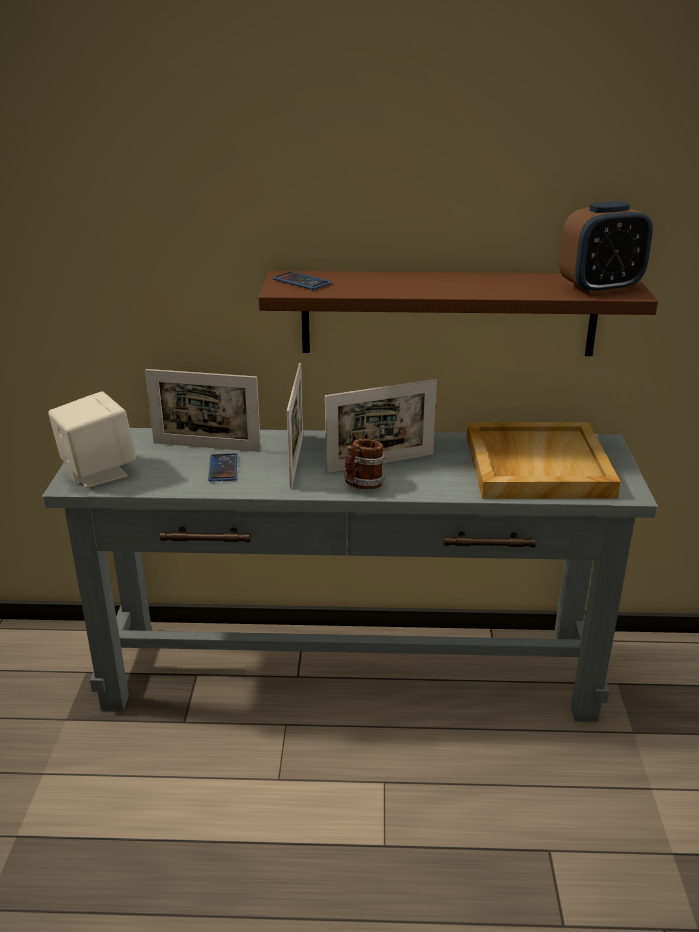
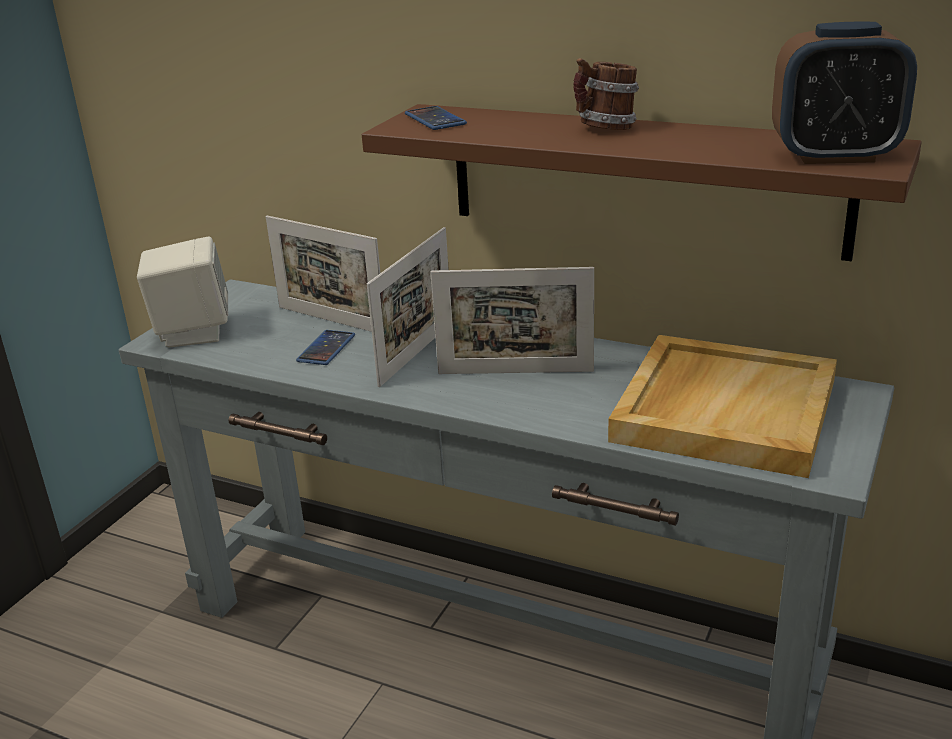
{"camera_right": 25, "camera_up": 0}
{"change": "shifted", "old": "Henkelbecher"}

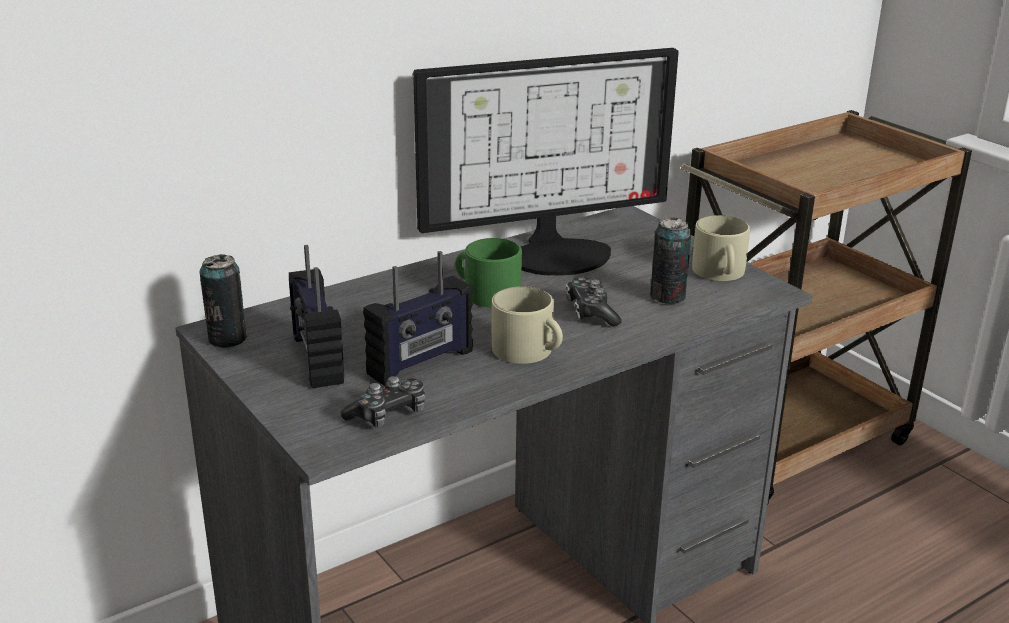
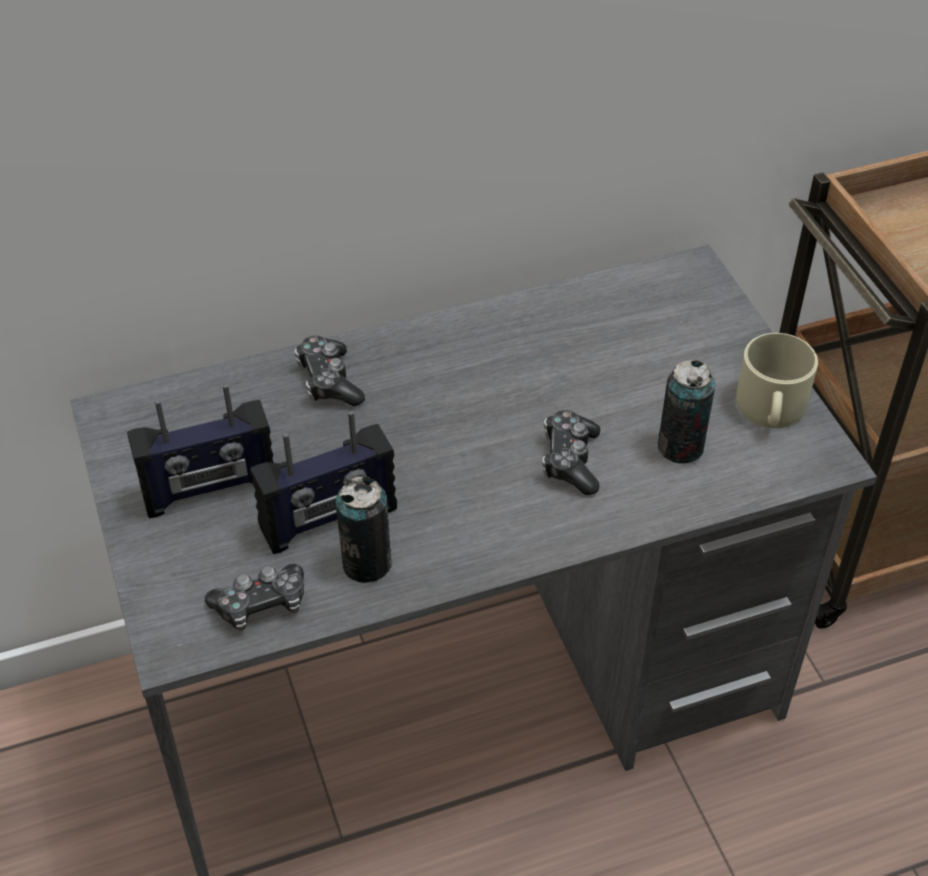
{"camera_right": 15, "camera_up": 20}
{"change": "rotated", "old": "Radio (no. 1 from left)", "degrees": -105}
{"change": "new", "new": "Gamepad (no. 2 from left)"}
{"change": "shifted", "old": "Dose (no. 1 from left)"}
{"change": "gone", "old": "Monitor"}
{"change": "gone", "old": "Henkelbecher (grün)"}
{"change": "gone", "old": "Henkelbecher (beige) (no. 1 from left)"}

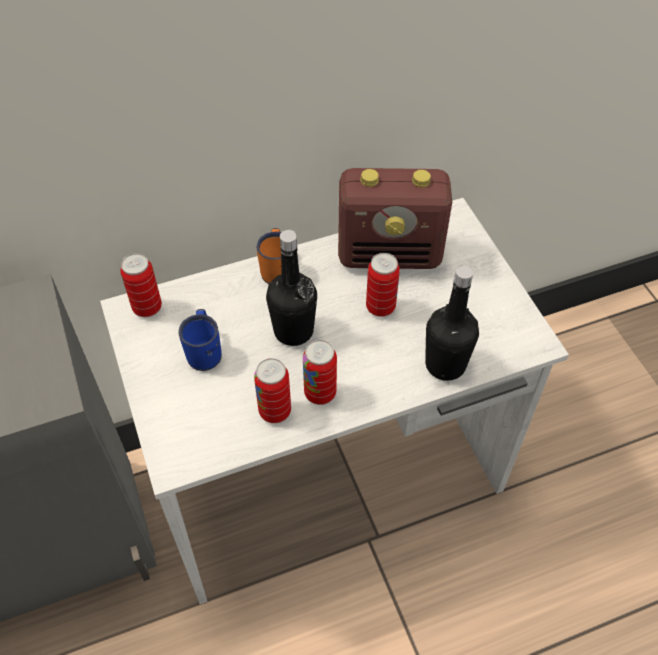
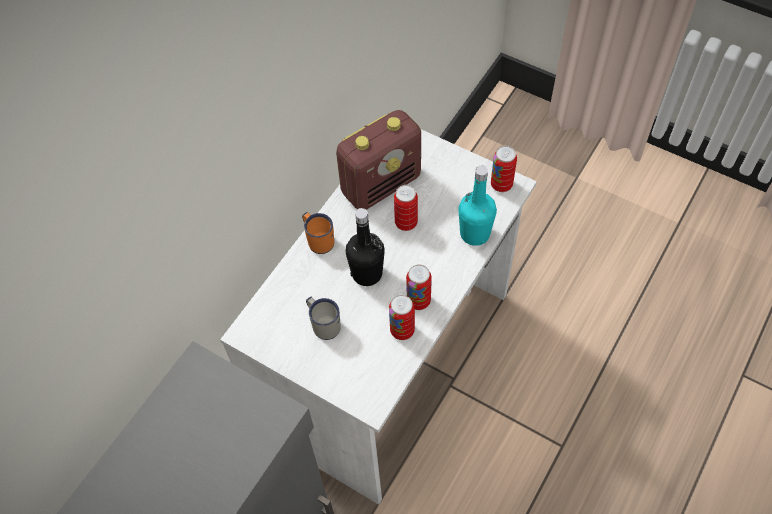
{"camera_right": -35, "camera_up": 5}
{"change": "repainted", "old": "Henkelbecher (blau)", "new": "Henkelbecher (weiß)"}
{"change": "repainted", "old": "Flasche (schwarz) (no. 2 from left)", "new": "Flasche (türkis)"}
{"change": "shifted", "old": "Dose (no. 1 from left in the first image)", "new": "Dose (no. 4 from left)"}

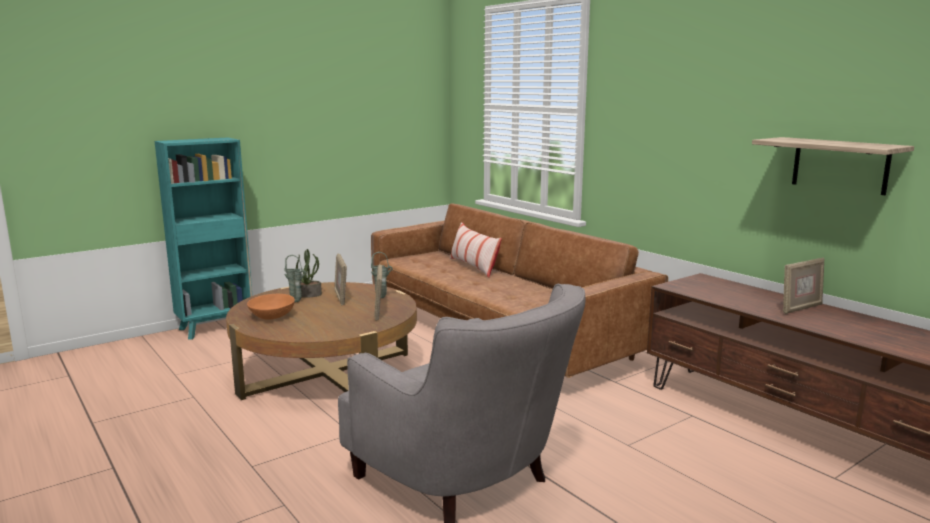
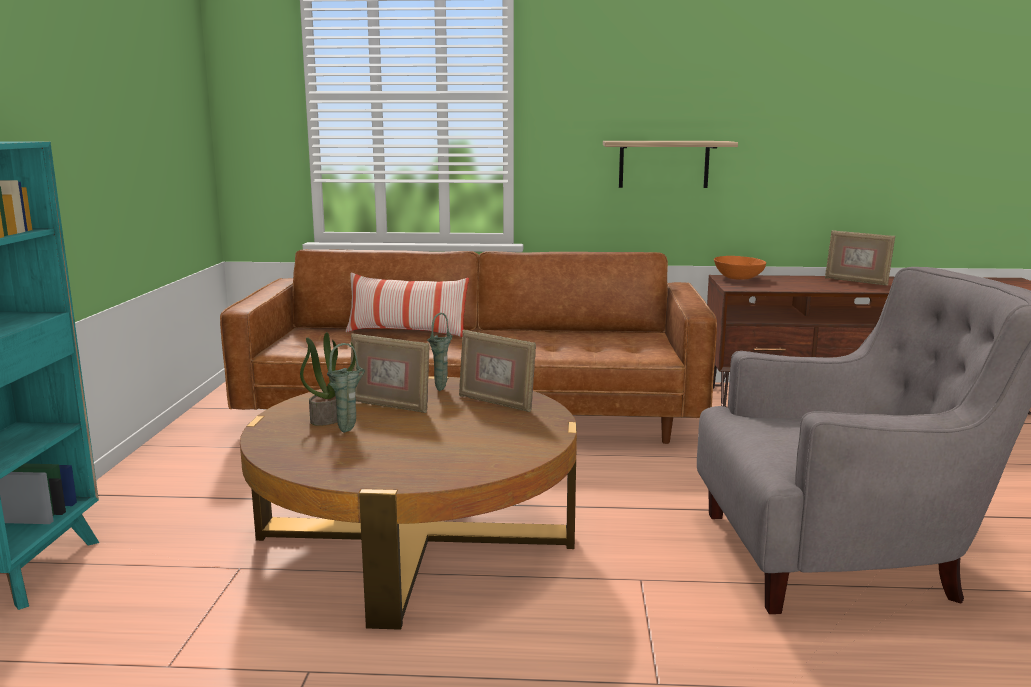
{"camera_right": -50, "camera_up": 0}
{"change": "shifted", "old": "Wandregal"}
{"change": "shifted", "old": "Schüssel (orange)"}
{"change": "rotated", "old": "Bilderrahmen (no. 3 from left)", "degrees": 120}

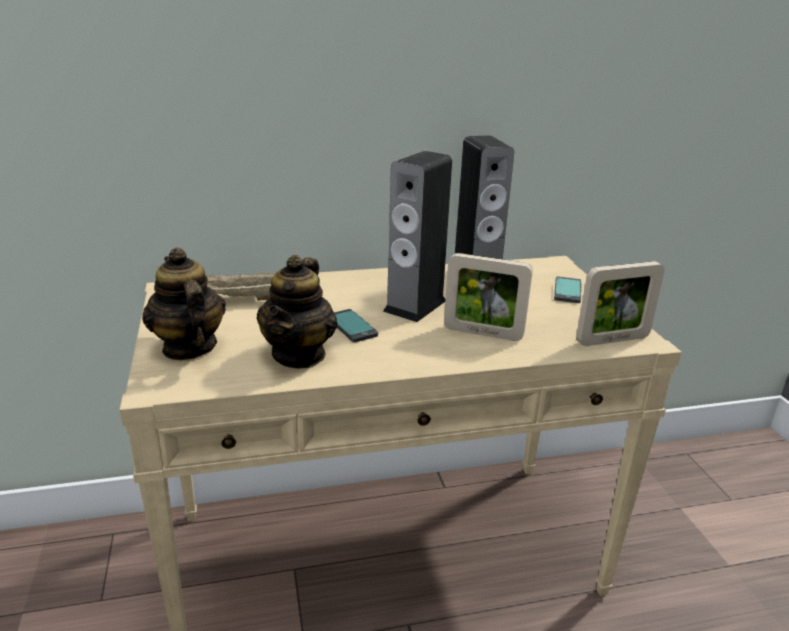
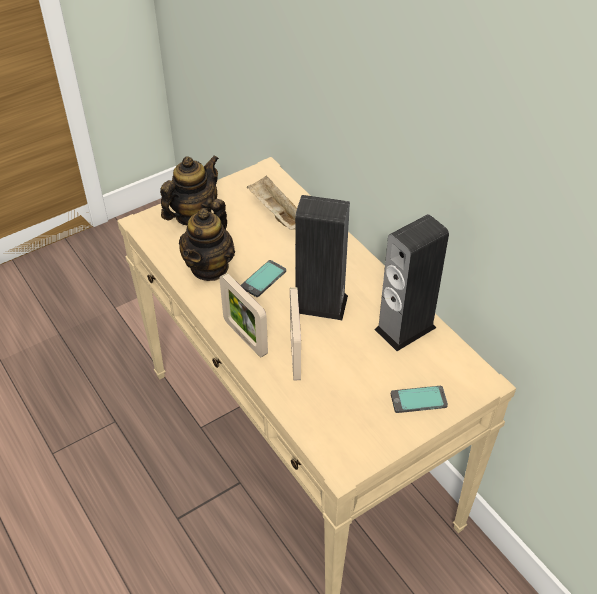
{"camera_right": 70, "camera_up": 20}
{"change": "rotated", "old": "Teekanne (no. 2 from left)", "degrees": -60}
{"change": "shifted", "old": "Bilderrahmen (no. 2 from left in the first image)", "new": "Bilderrahmen (no. 1 from left)"}

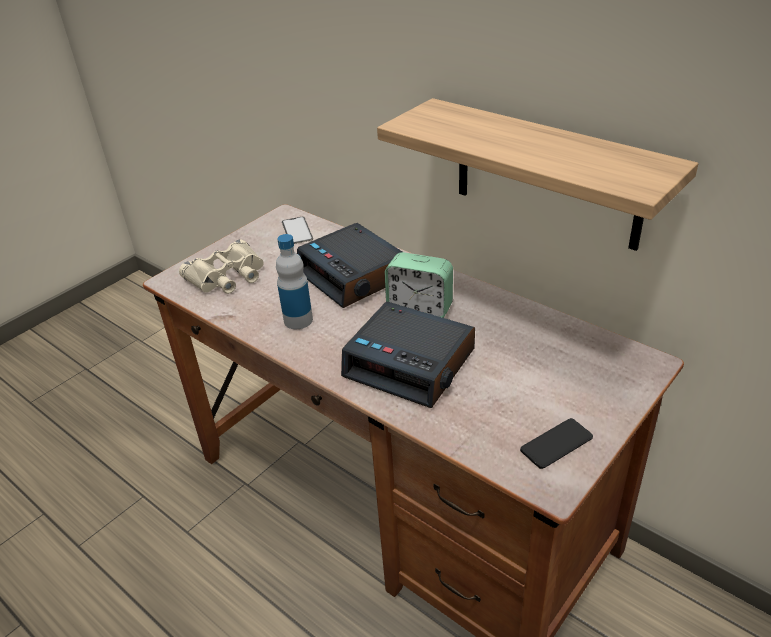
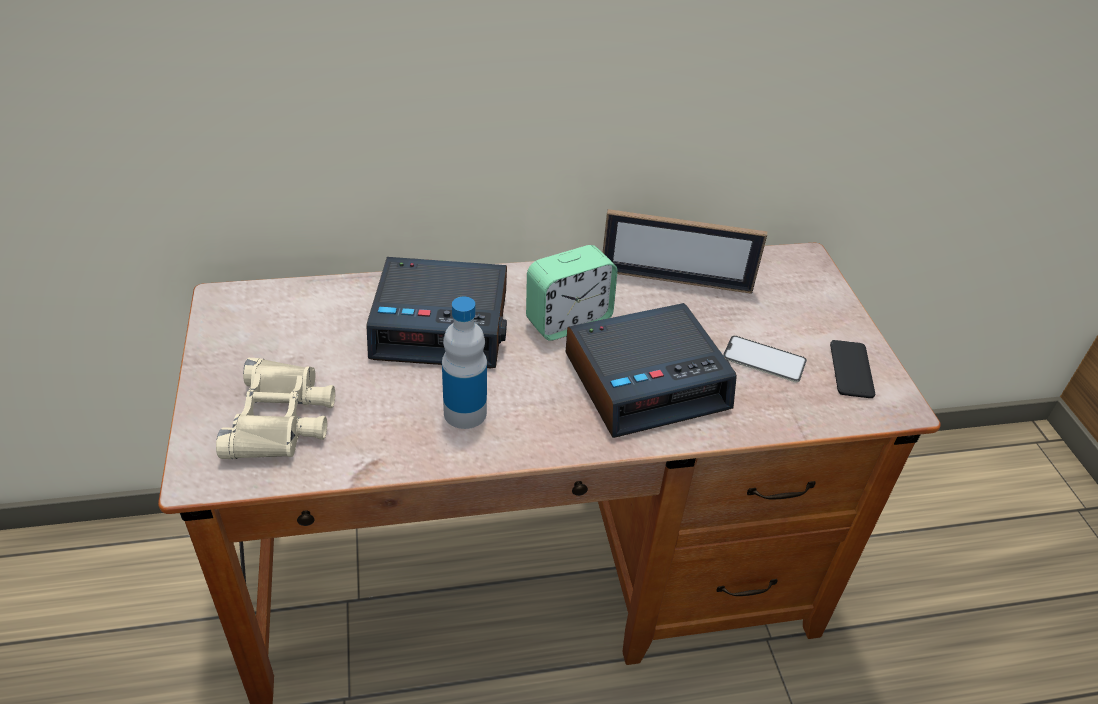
{"camera_right": -55, "camera_up": 5}
{"change": "new", "new": "Bilderrahmen"}
{"change": "shifted", "old": "Handy (no. 1 from left)"}
{"change": "gone", "old": "Wandregal"}

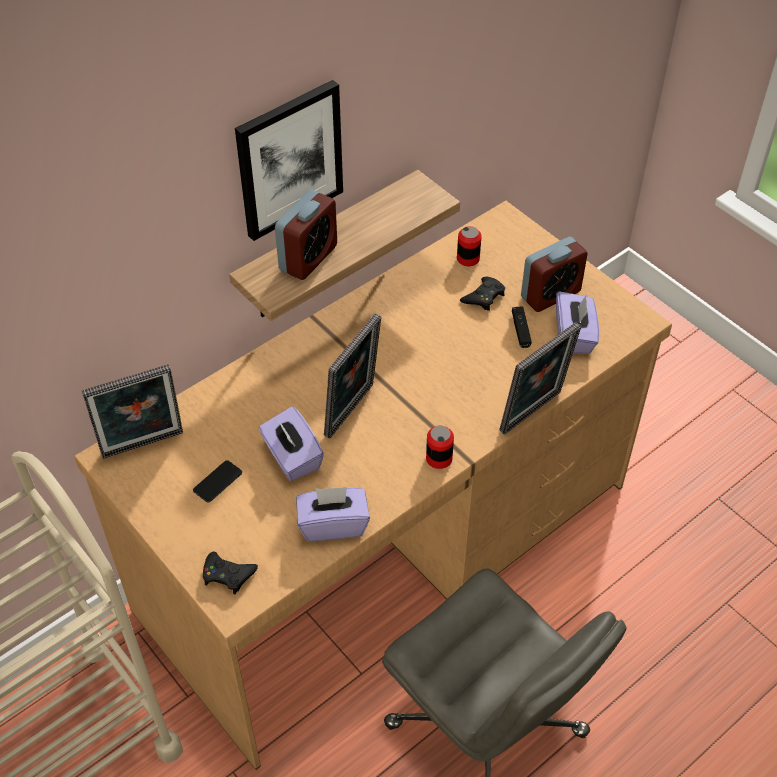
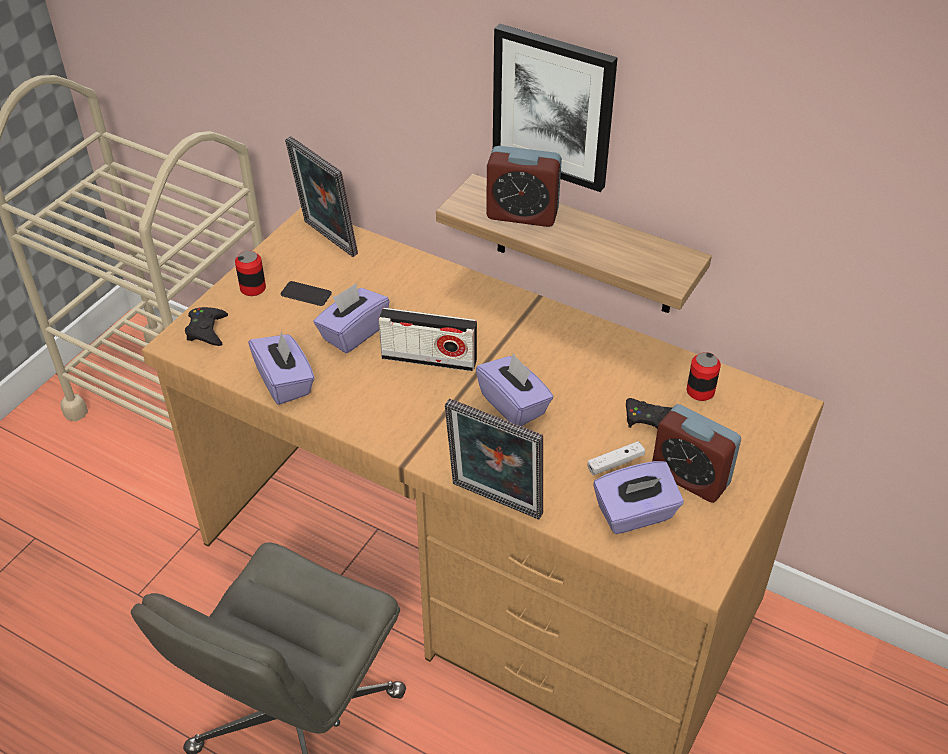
{"camera_right": 70, "camera_up": -5}
{"change": "shifted", "old": "Dose (no. 1 from left)"}
{"change": "swapped", "old": "Bilderrahmen (no. 2 from left)", "new": "Radio"}
{"change": "new", "new": "Taschentuchbox (lila) (no. 3 from left)"}
{"change": "repainted", "old": "Gamepad (schwarz) (no. 3 from left)", "new": "Gamepad (weiß)"}

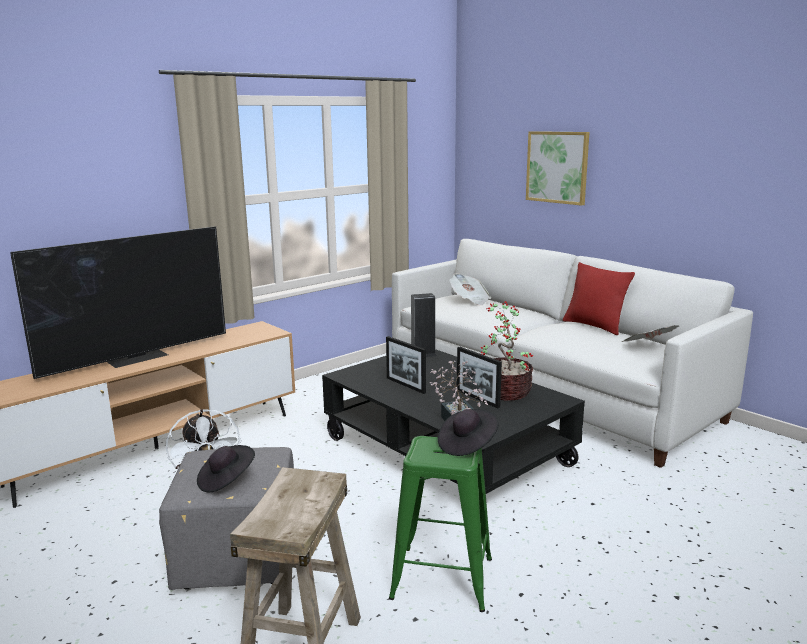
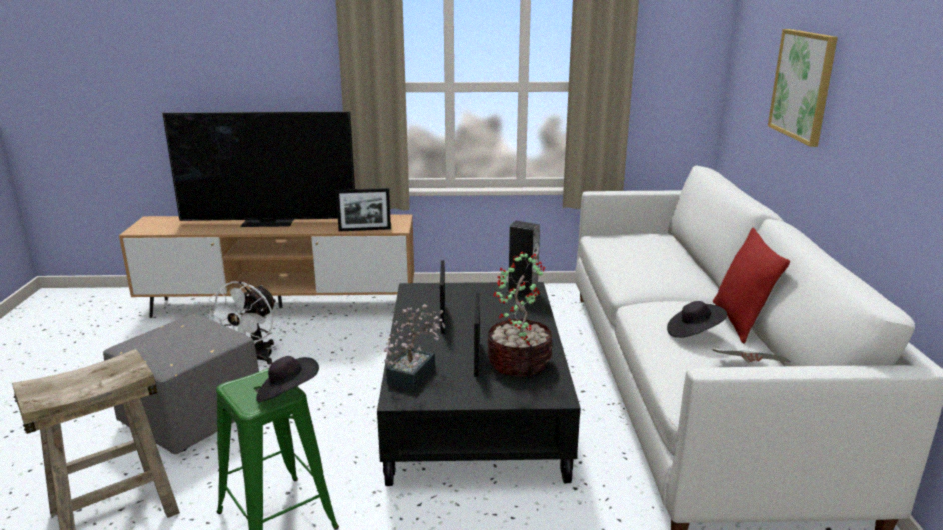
{"camera_right": 40, "camera_up": 5}
{"change": "new", "new": "Bilderrahmen (no. 1 from left)"}
{"change": "shifted", "old": "Hut (schwarz) (no. 1 from left in the first image)", "new": "Hut (schwarz) (no. 2 from left)"}
{"change": "gone", "old": "Zeitung (no. 1 from left)"}

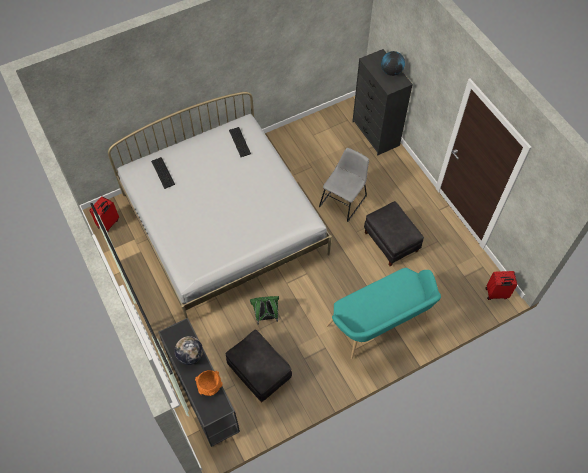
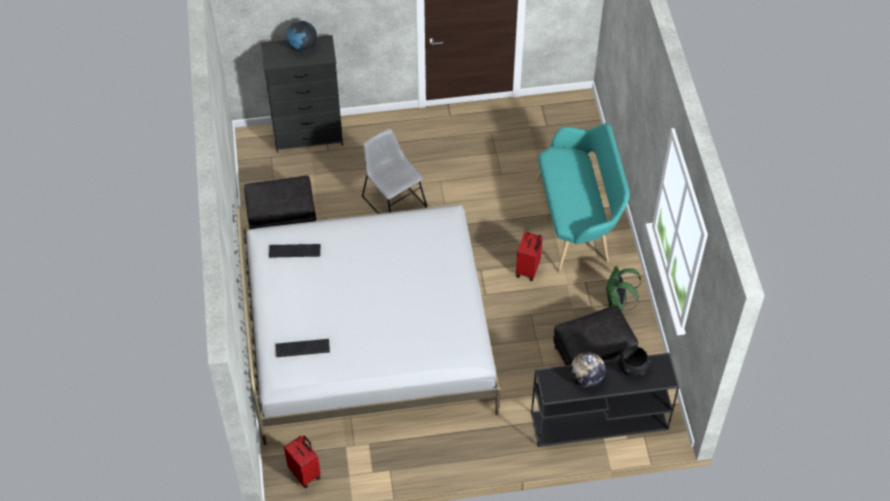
{"camera_right": -70, "camera_up": -5}
{"change": "shifted", "old": "Polsterhocker (schwarz) (no. 2 from left in the first image)", "new": "Polsterhocker (schwarz) (no. 1 from left)"}
{"change": "shifted", "old": "Koffer (rot) (no. 2 from left)"}
{"change": "shifted", "old": "Rucksack (grün)"}
{"change": "repainted", "old": "Schüssel (orange)", "new": "Schüssel (schwarz)"}

